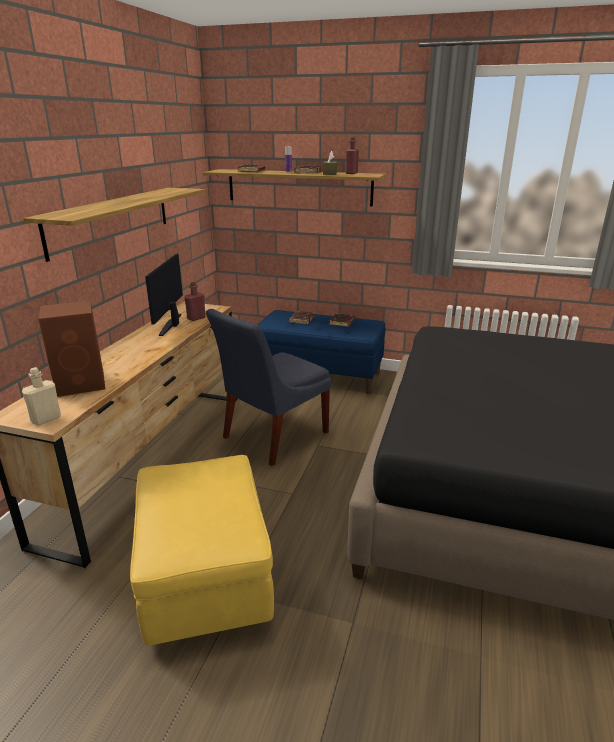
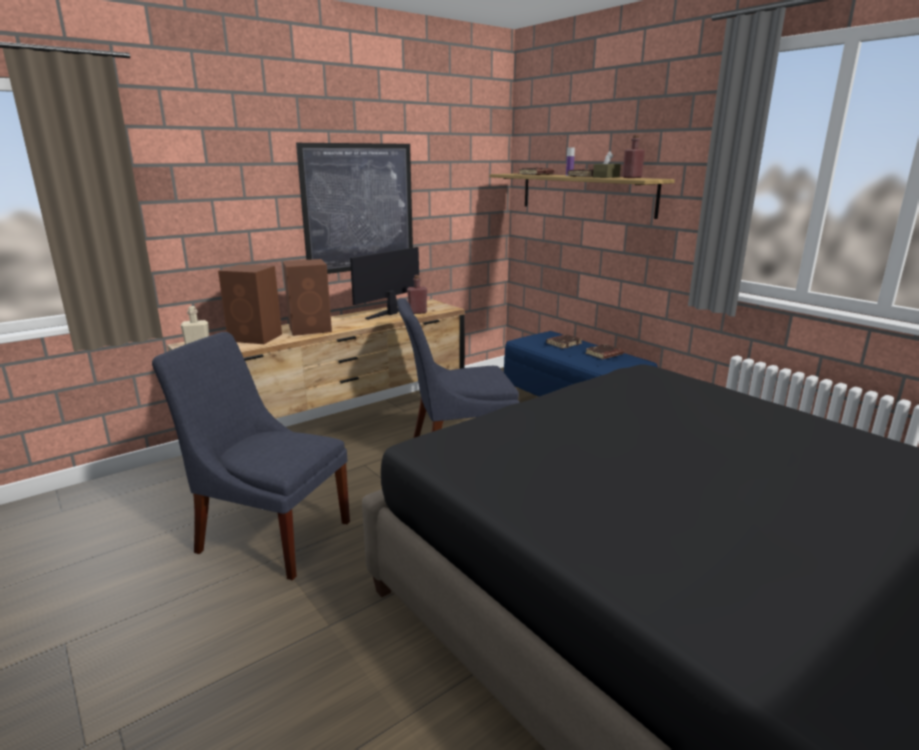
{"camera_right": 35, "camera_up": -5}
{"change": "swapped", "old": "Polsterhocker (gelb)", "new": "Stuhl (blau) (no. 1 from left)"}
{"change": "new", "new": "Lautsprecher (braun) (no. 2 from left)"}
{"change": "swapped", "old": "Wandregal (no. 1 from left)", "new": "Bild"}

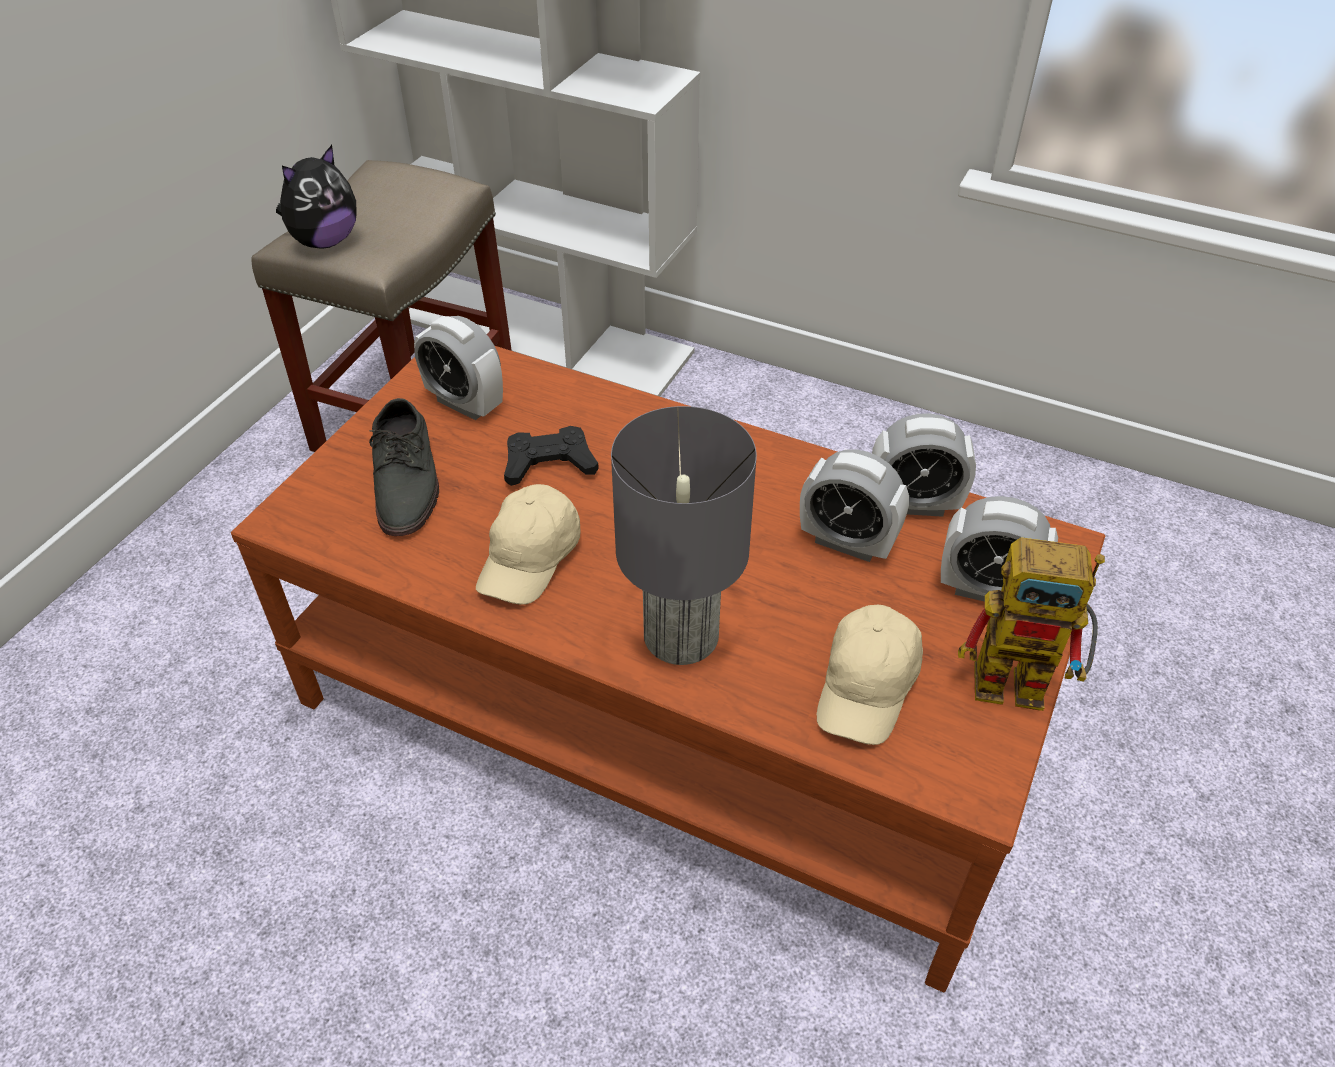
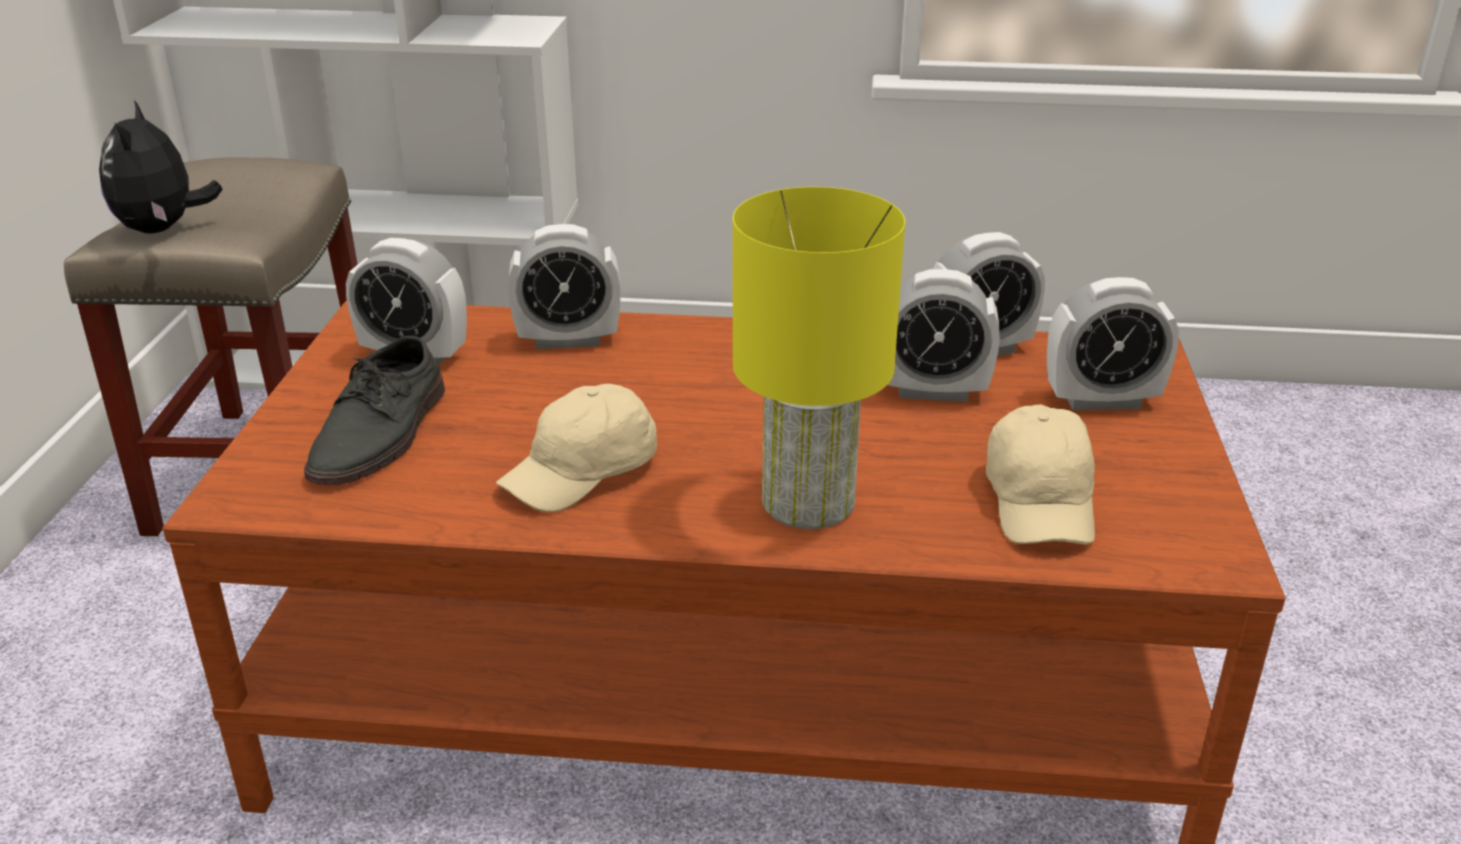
{"camera_right": -20, "camera_up": -15}
{"change": "rotated", "old": "Plüschtier", "degrees": 150}
{"change": "rotated", "old": "Schuh (grau)", "degrees": 45}
{"change": "rotated", "old": "Kappe (beige) (no. 1 from left)", "degrees": 45}
{"change": "new", "new": "Wecker (no. 2 from left)"}
{"change": "repainted", "old": "Tischlampe (grau)", "new": "Tischlampe (gelb)"}
{"change": "gone", "old": "Gamepad (schwarz)"}
{"change": "gone", "old": "Spielzeugroboter"}

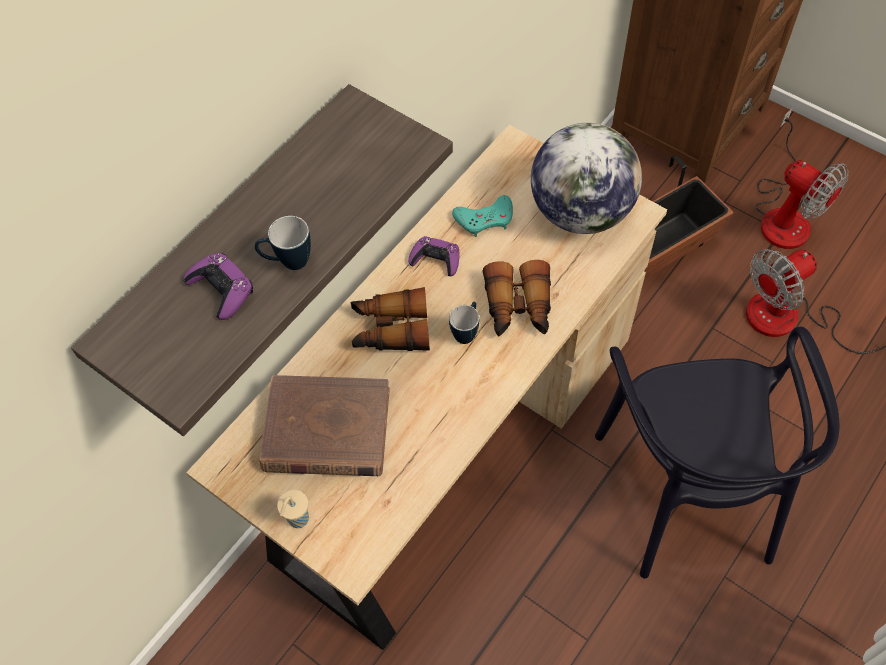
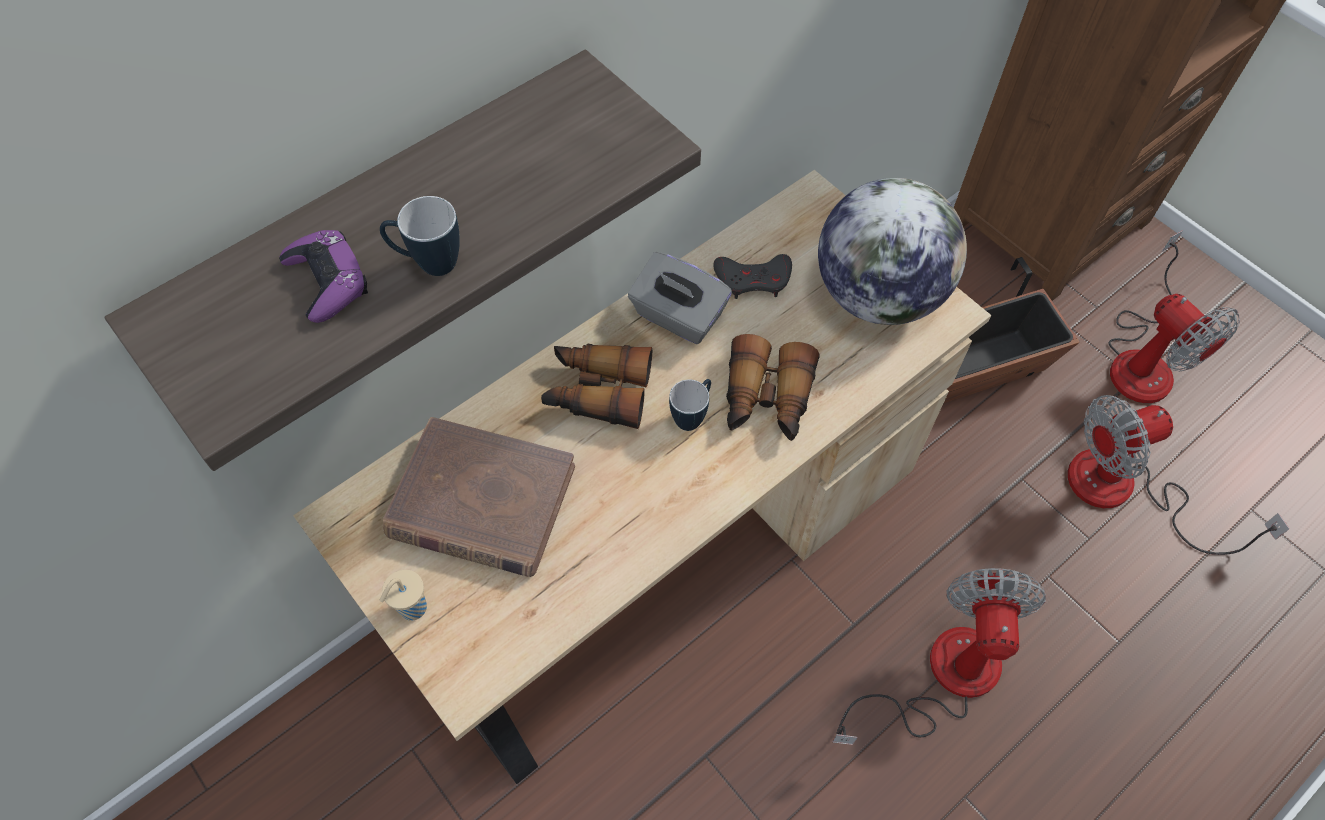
{"camera_right": 10, "camera_up": 0}
{"change": "swapped", "old": "Gamepad (lila) (no. 2 from left)", "new": "Taschentuchbox (grau)"}
{"change": "repainted", "old": "Gamepad (türkis)", "new": "Gamepad (grau)"}
{"change": "swapped", "old": "Stuhl (schwarz)", "new": "Ventilator (no. 1 from left)"}

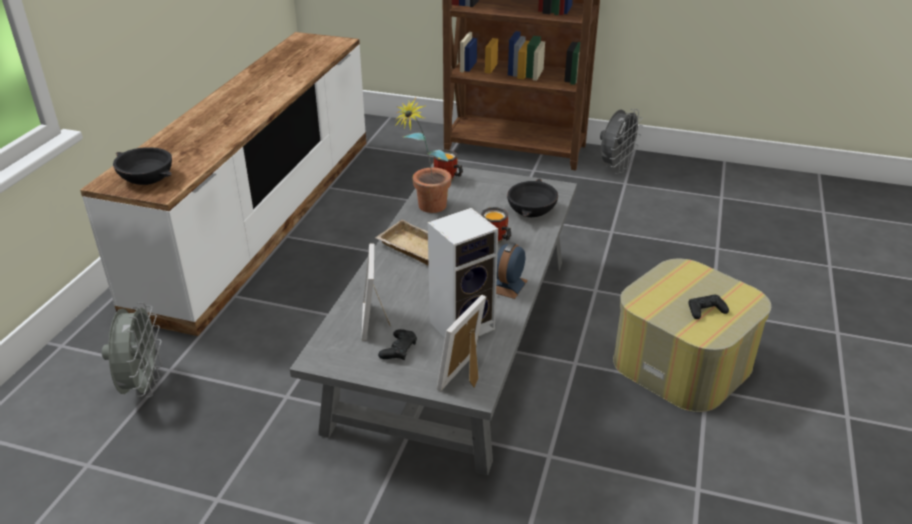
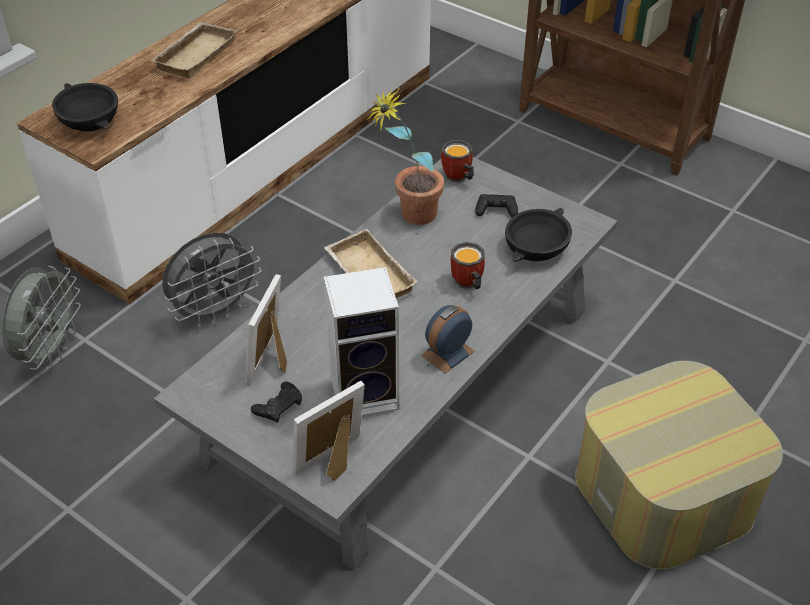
{"camera_right": 20, "camera_up": 10}
{"change": "new", "new": "Tablett (beige) (no. 1 from left)"}
{"change": "shifted", "old": "Ventilator (grau) (no. 2 from left)"}
{"change": "shifted", "old": "Gamepad (schwarz) (no. 2 from left)"}

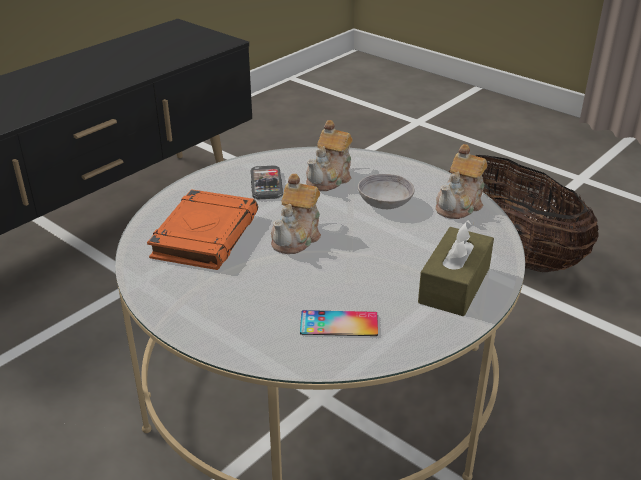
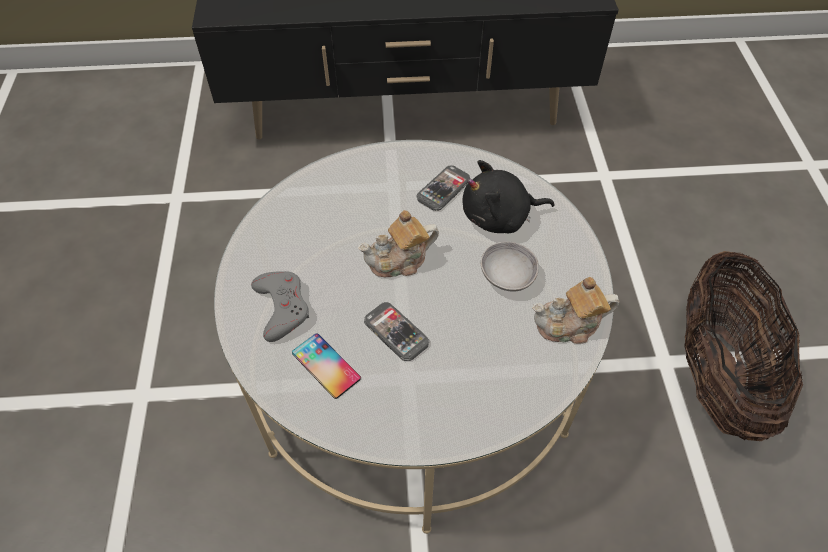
{"camera_right": 45, "camera_up": 20}
{"change": "new", "new": "Gamepad (grau)"}
{"change": "new", "new": "Handy (no. 2 from left)"}
{"change": "swapped", "old": "Teekanne (no. 2 from left)", "new": "Plüschtier (schwarz)"}
{"change": "gone", "old": "Buch (orange)"}
{"change": "gone", "old": "Taschentuchbox (braun)"}

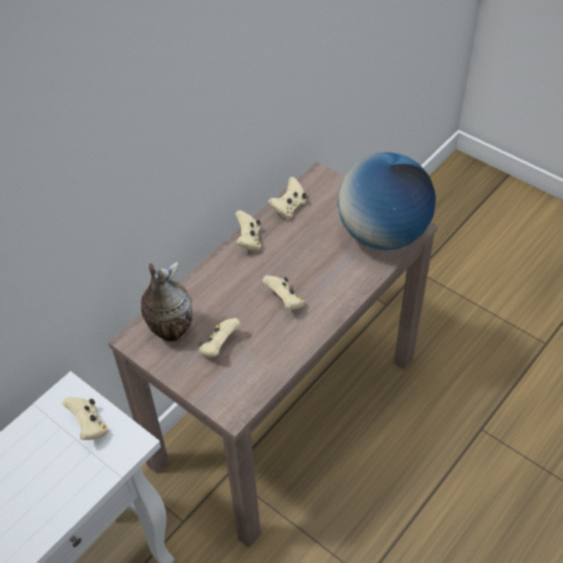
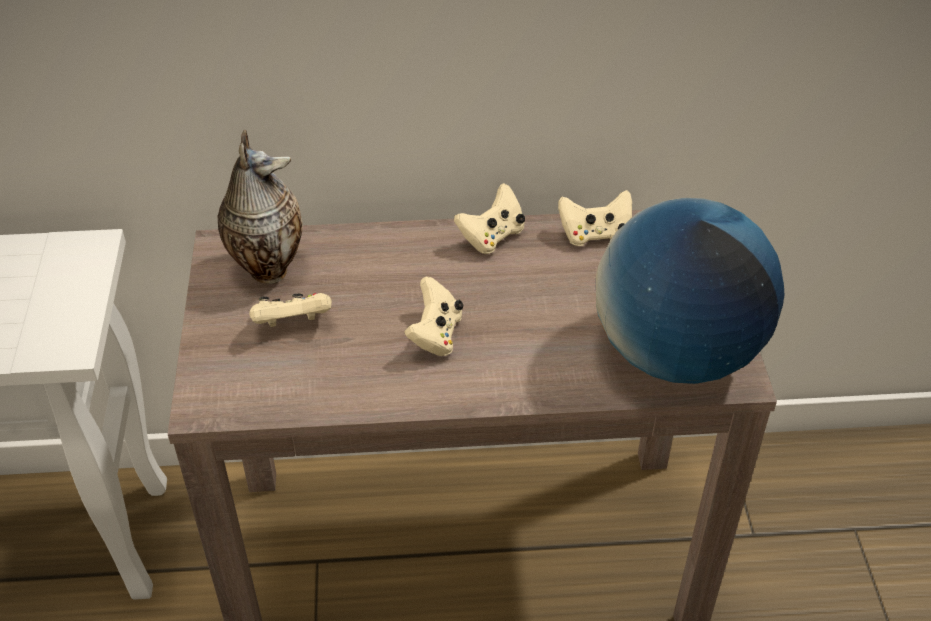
{"camera_right": 45, "camera_up": -5}
{"change": "gone", "old": "Gamepad (beige) (no. 1 from left)"}

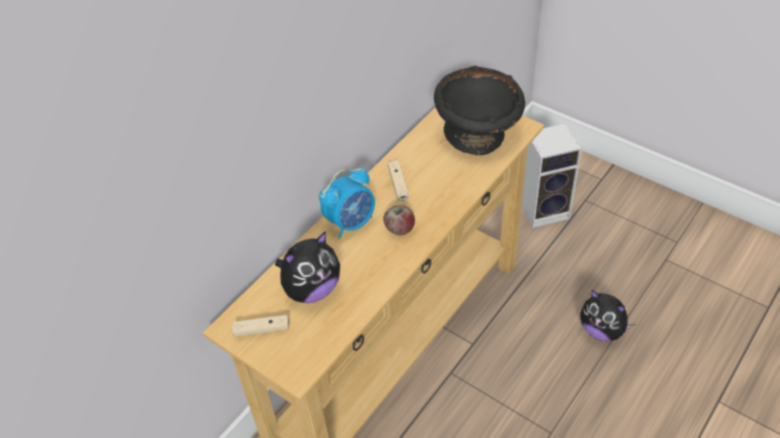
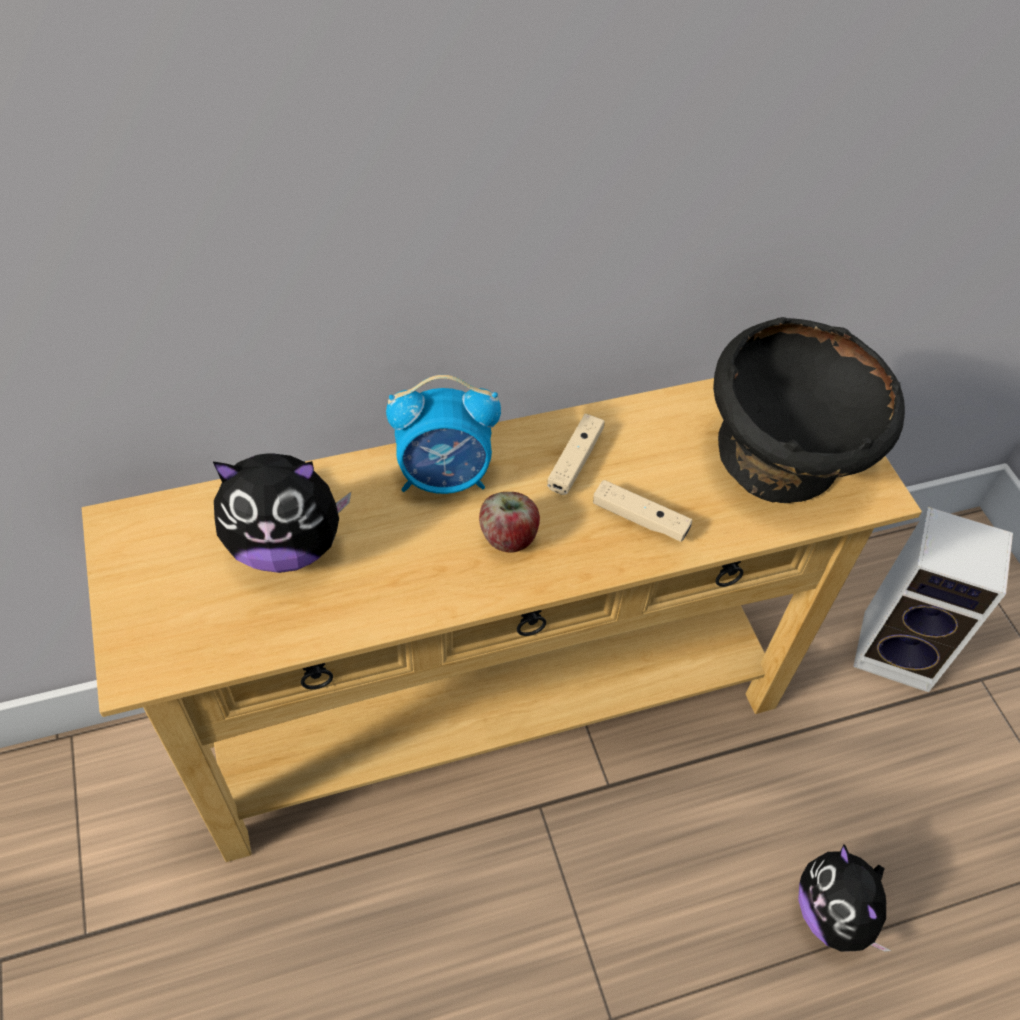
{"camera_right": 30, "camera_up": 5}
{"change": "shifted", "old": "Gamepad (beige) (no. 1 from left in the first image)", "new": "Gamepad (beige) (no. 2 from left)"}

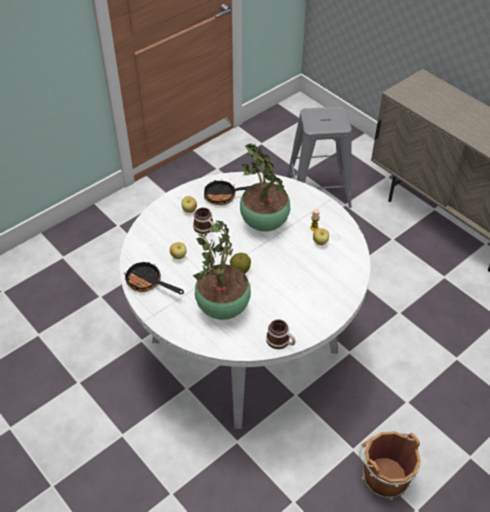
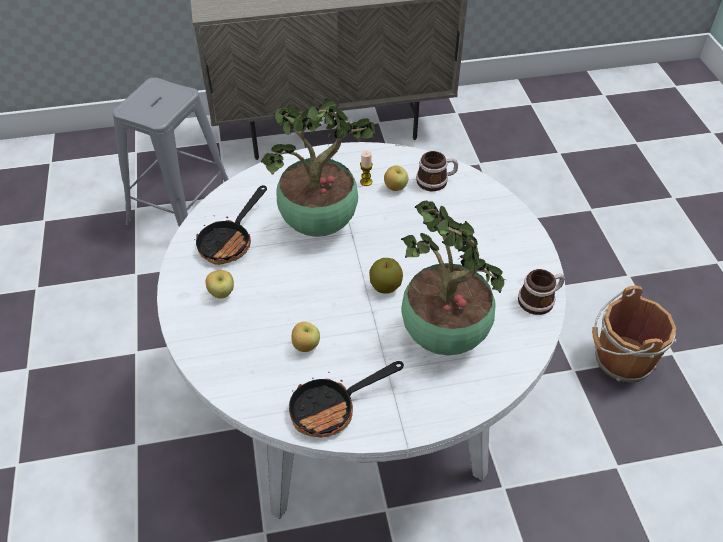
{"camera_right": -60, "camera_up": 0}
{"change": "shifted", "old": "Henkelbecher (no. 1 from left)"}

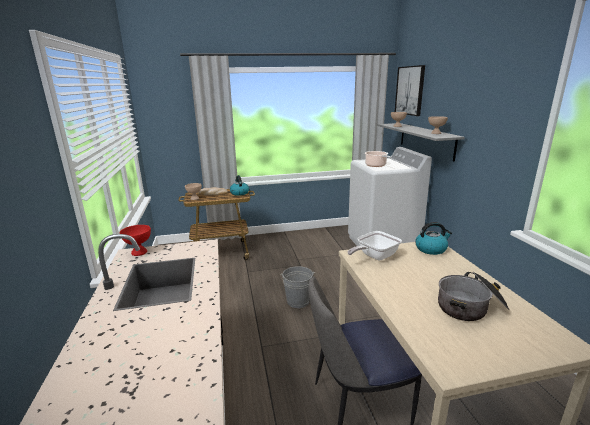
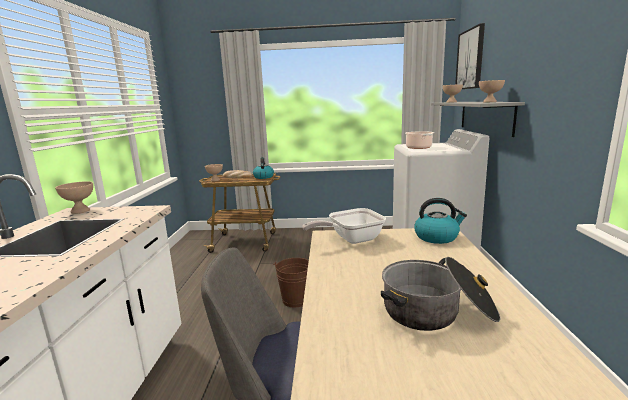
{"camera_right": 15, "camera_up": -5}
{"change": "repainted", "old": "Schüssel (rot)", "new": "Schüssel (beige) (no. 1 from left)"}
{"change": "repainted", "old": "Eimer (grau)", "new": "Eimer (braun)"}

